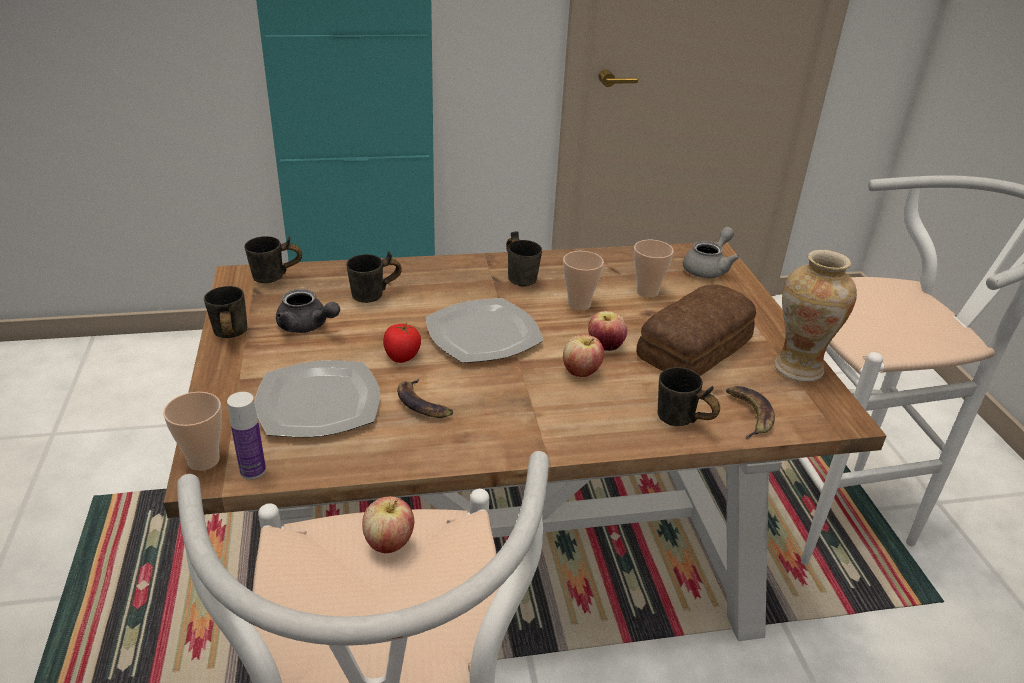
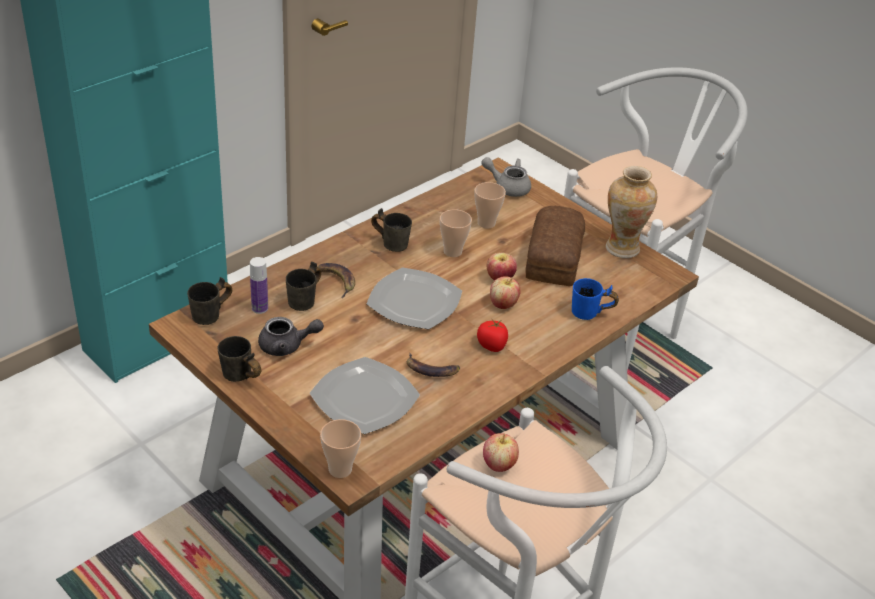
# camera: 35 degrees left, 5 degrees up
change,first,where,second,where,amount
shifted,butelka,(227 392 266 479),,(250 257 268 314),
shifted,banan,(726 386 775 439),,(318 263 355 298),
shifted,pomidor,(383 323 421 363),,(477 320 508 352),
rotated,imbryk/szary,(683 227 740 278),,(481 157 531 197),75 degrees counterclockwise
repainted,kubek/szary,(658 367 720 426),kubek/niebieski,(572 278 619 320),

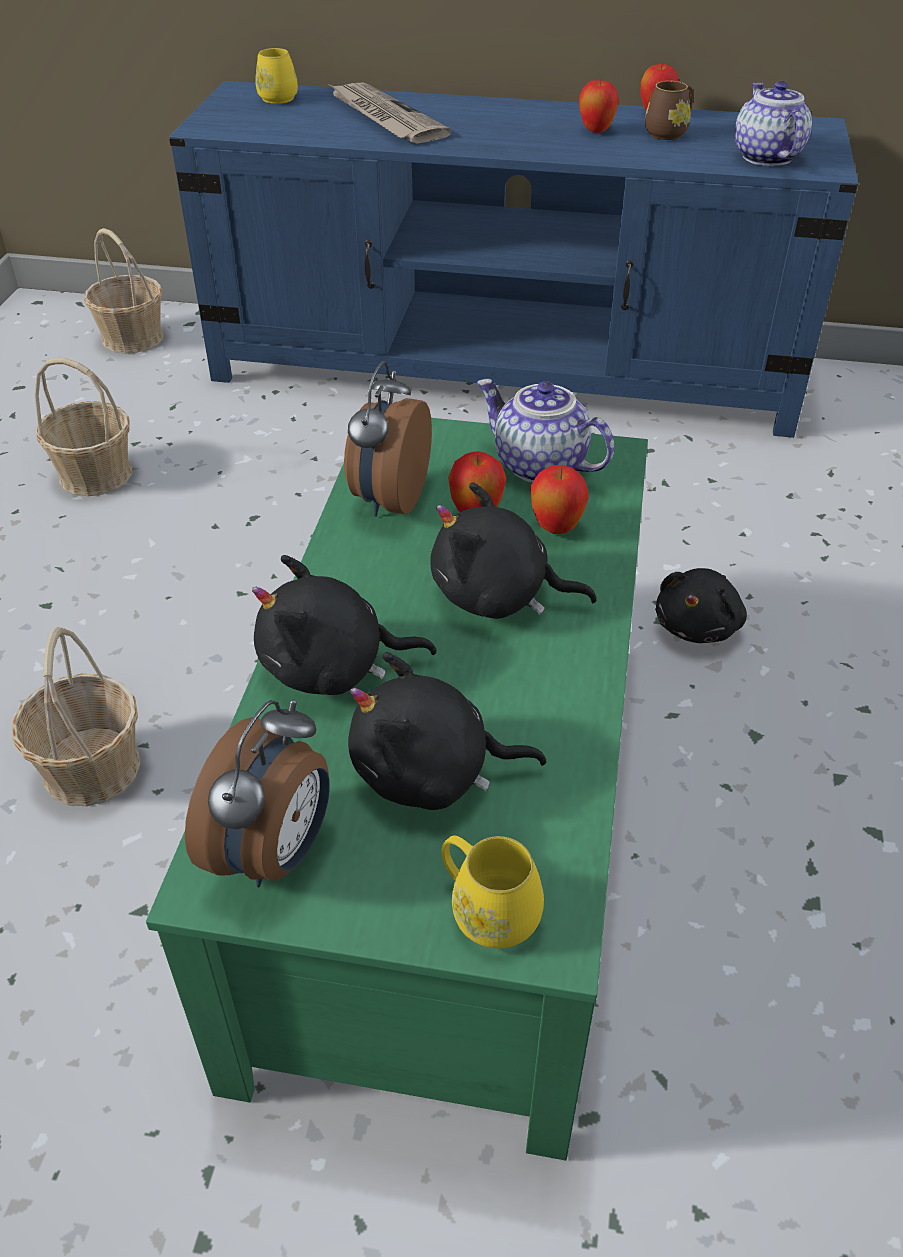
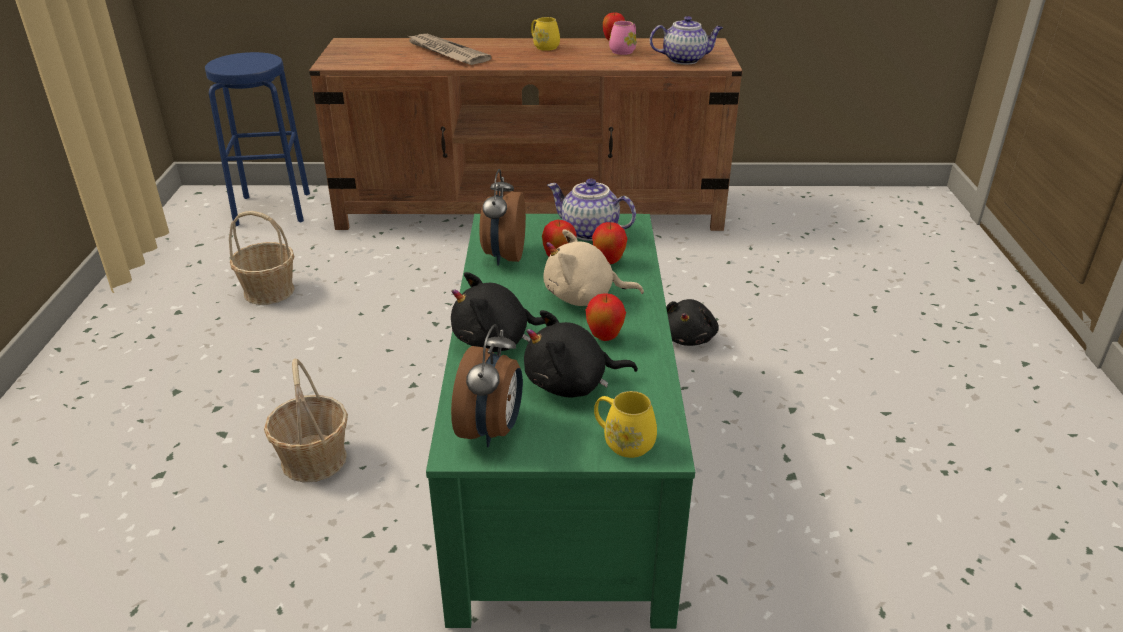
# camera: 10 degrees left, 10 degrees down
change,first,where,second,where,amount
swapped,koszyk,(84 228 163 353),stołek/niebieski,(205 52 310 226),
repainted,szafka pod telewizor/niebieski,(169 81 858 438),szafka pod telewizor/brązowy,(309 38 742 231),
shifted,kubek/żółty,(255 48 298 104),,(531 17 560 51),
repainted,pluszak/czarny,(430 482 597 619),pluszak/beżowy,(543 229 644 306),
shifted,jabłko,(579 80 619 133),,(585 294 626 341),
repainted,kubek/brązowy,(645 81 693 140),kubek/różowy,(609 21 637 55),
rotated,imbryk,(735 81 812 166),,(650 16 723 65),105 degrees clockwise

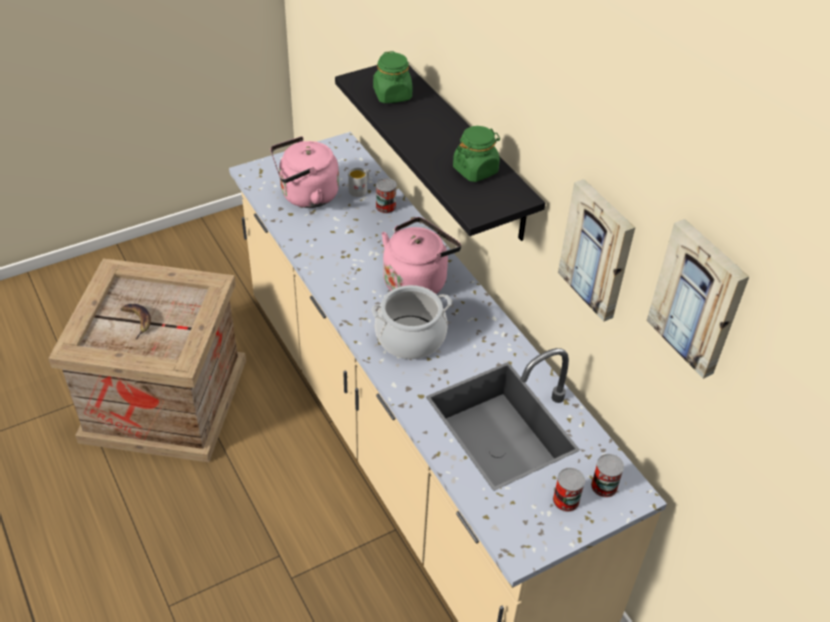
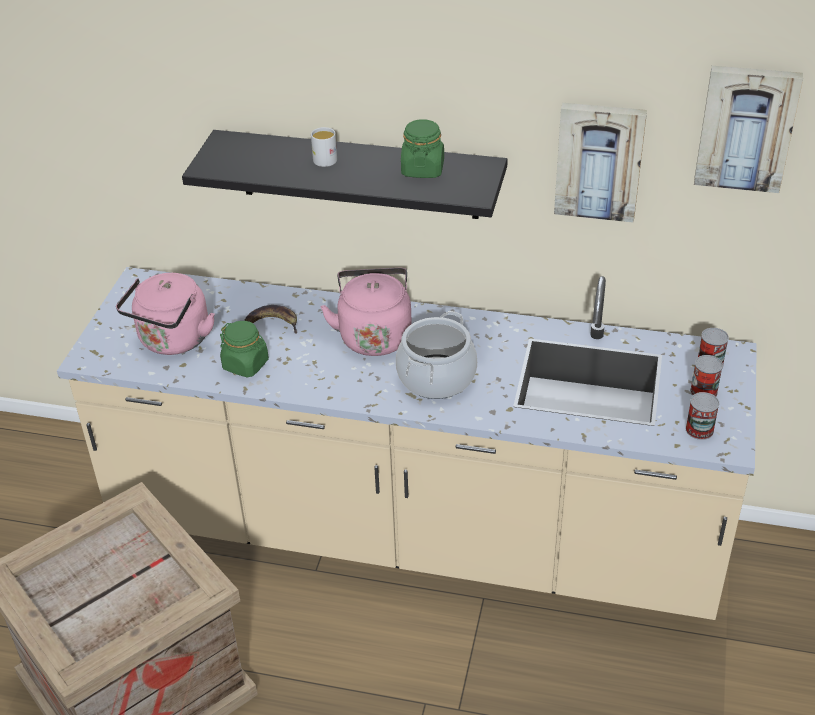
# camera: 45 degrees left, 5 degrees down
change,first,where,second,where,amount
shifted,słoik/zielony,(373 51 412 103),,(220 321 269 377),
shifted,banan,(121 304 151 340),,(244 305 297 334),
shifted,kubek/biały,(348 168 369 197),,(311 127 337 167),
shifted,puszka,(376 178 397 214),,(686 392 719 440),

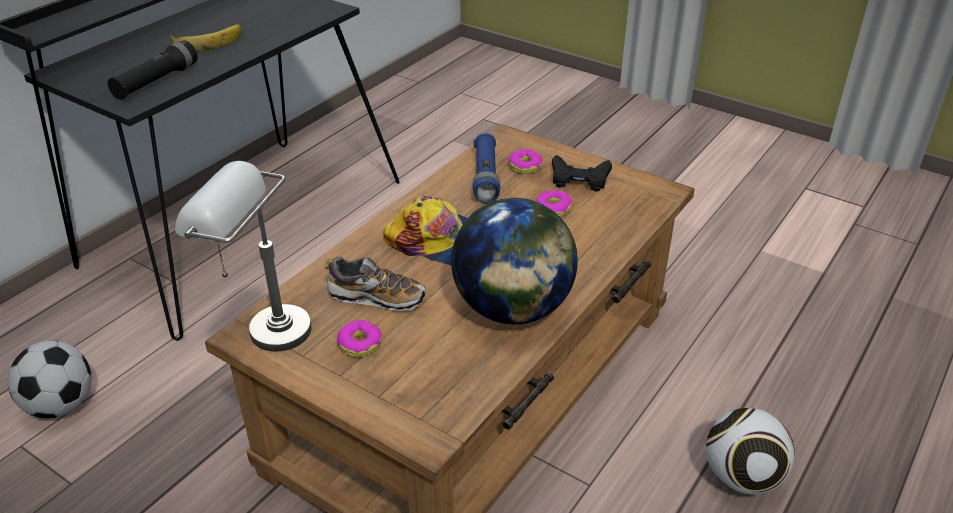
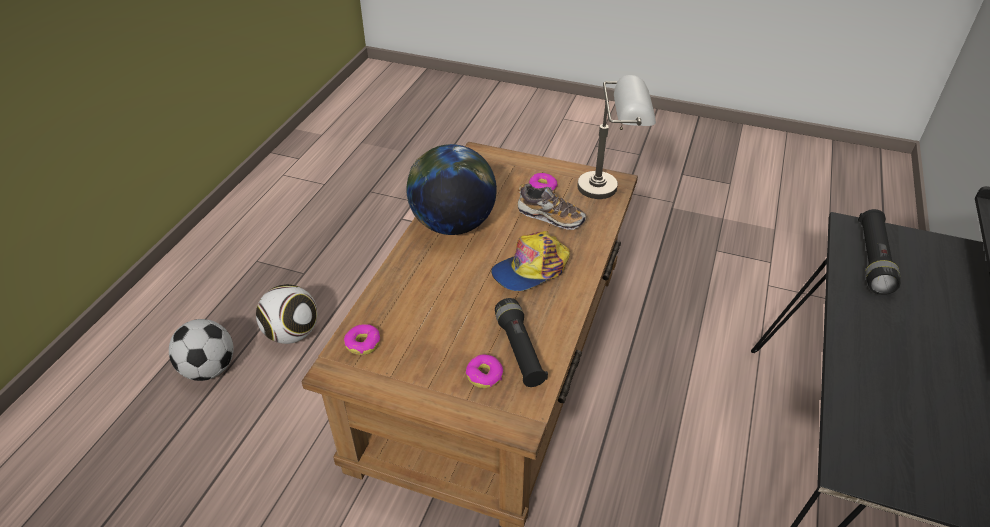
# camera: 165 degrees right, 5 degrees up
change,first,where,second,where,amount
shifted,piłka futbolowa,(8 340 92 418),,(169 319 234 381),
shifted,donut,(536 191 572 217),,(344 324 380 355),
rotated,czapka z daszkiem,(383 196 468 265),,(491 231 570 291),45 degrees counterclockwise
repainted,latarka/niebieski,(473 133 501 203),latarka/czarny,(495 298 548 387),
rotated,but,(325 256 426 311),,(518 184 586 230),150 degrees counterclockwise
gone,banan,(170 24 241 52),,,
gone,pad do gier/czarny,(552 155 612 192),,,

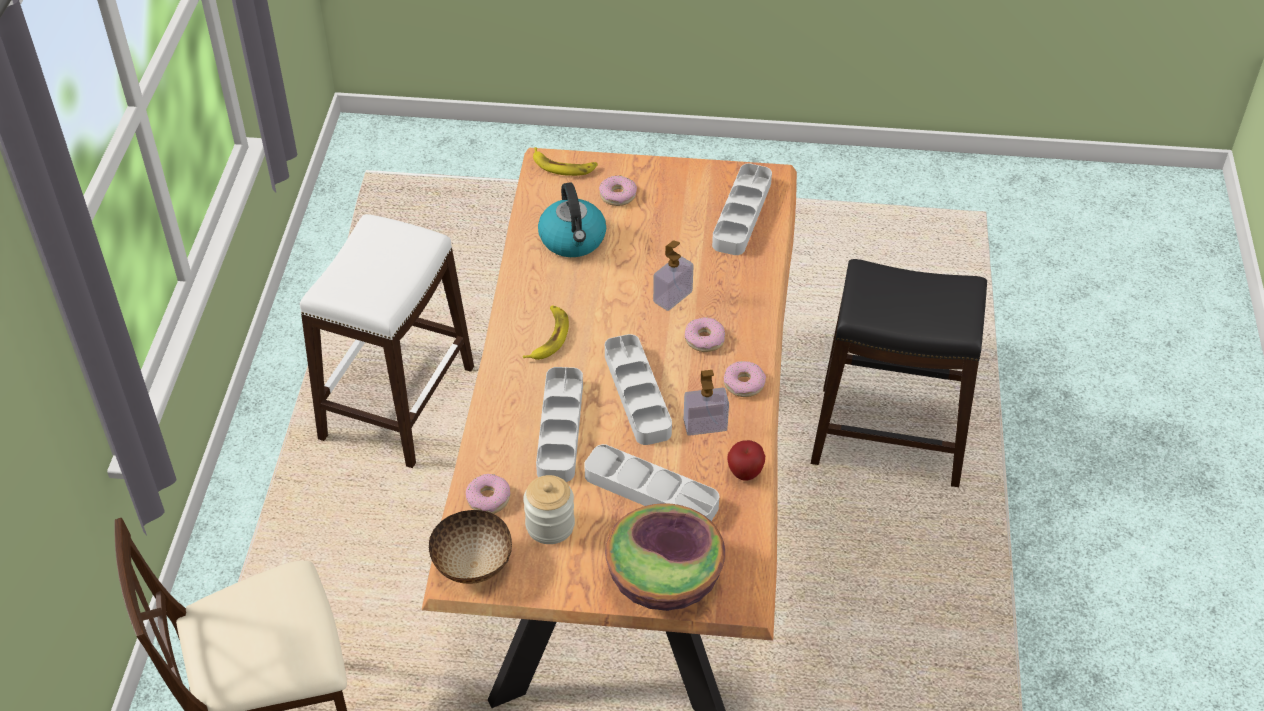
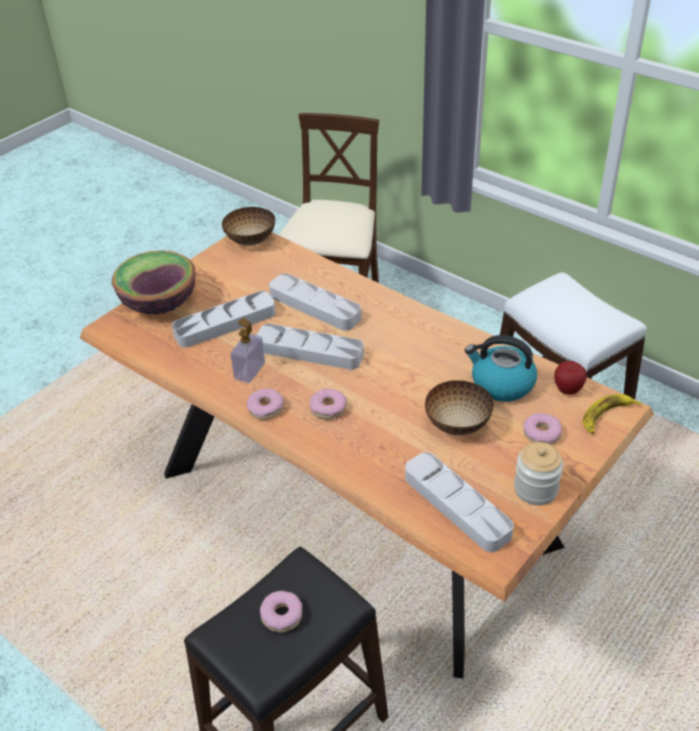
# camera: 125 degrees right, 5 degrees down
change,first,where,second,where,amount
shifted,donut,(466 474 510 514),,(260 591 302 632),
new,,,miska,(425 380 494 435),
shifted,słoik,(523 475 575 544),,(514 442 563 505),
shifted,jabłko,(727 440 765 480),,(554 361 587 395),
gone,banan,(523 305 569 360),,,
gone,dozownik mydła,(653 240 694 311),,,

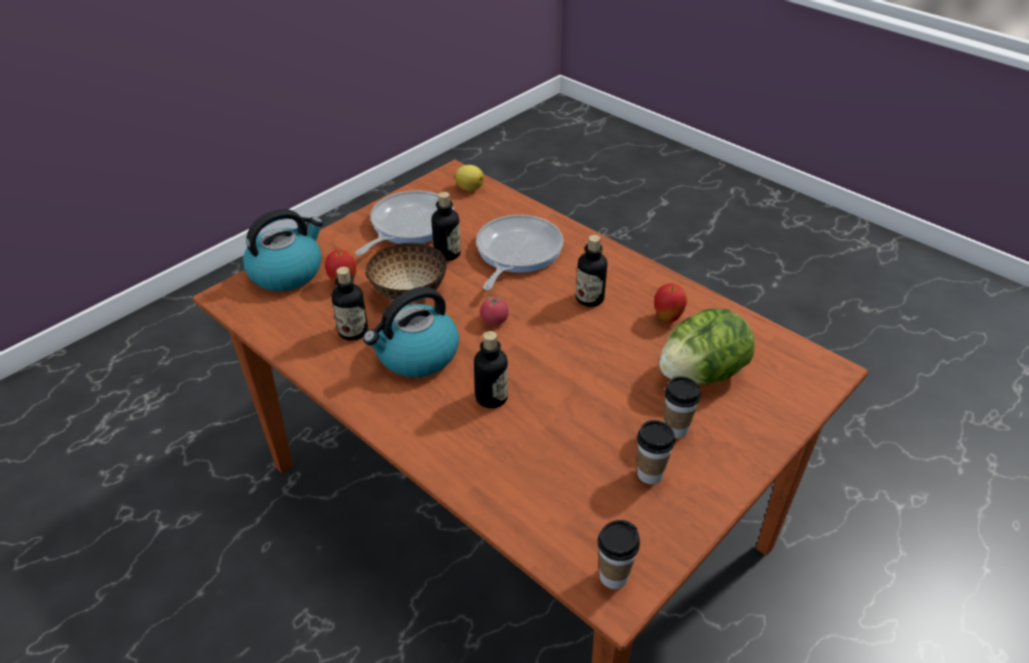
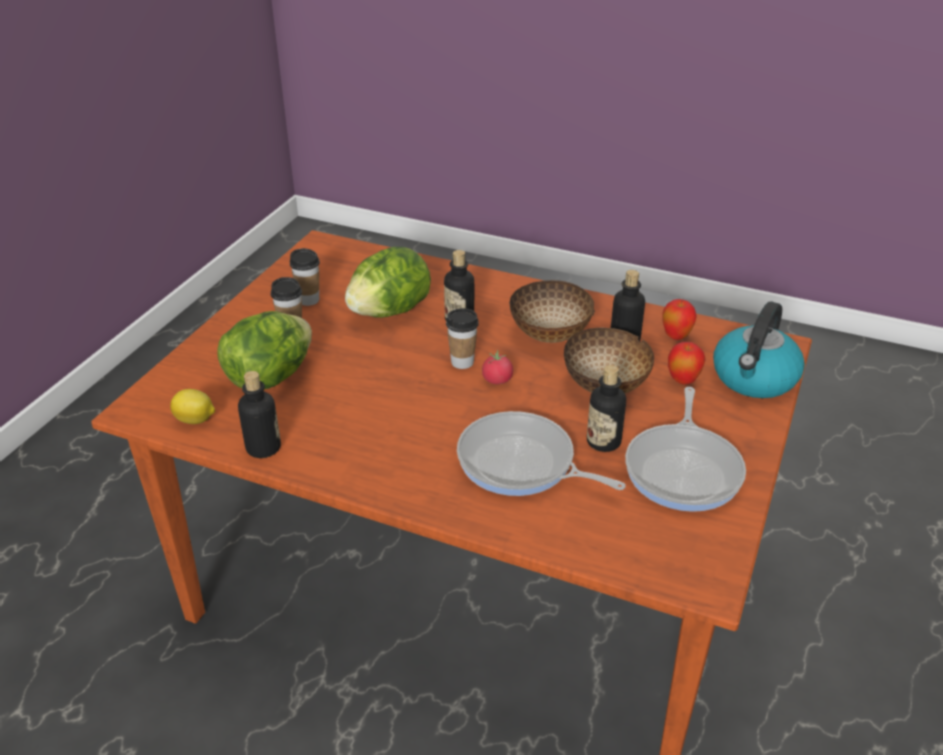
# camera: 160 degrees right, 5 degrees down
change,first,where,second,where,amount
shifted,cytryna,(455 165 484 191),,(170 389 216 424),
shifted,butelka,(576 235 607 307),,(238 371 281 458),
new,,,sałata,(345 247 431 318),
shifted,filiżanka,(598 520 640 589),,(446 308 479 369),
rotated,patelnia,(476 215 563 290),,(457 411 626 496),120 degrees clockwise
swapped,czajnik,(363 287 459 377),miska,(509 280 595 343),
shifted,jabłko,(654 284 687 323),,(663 299 697 340),

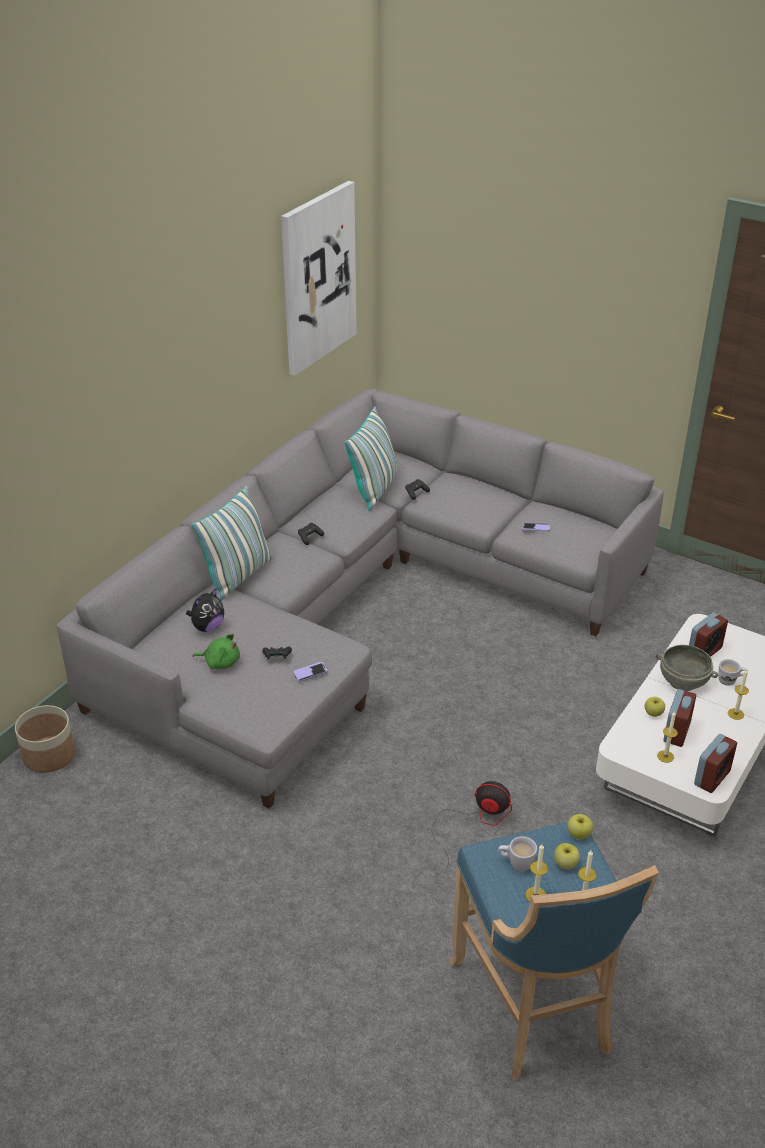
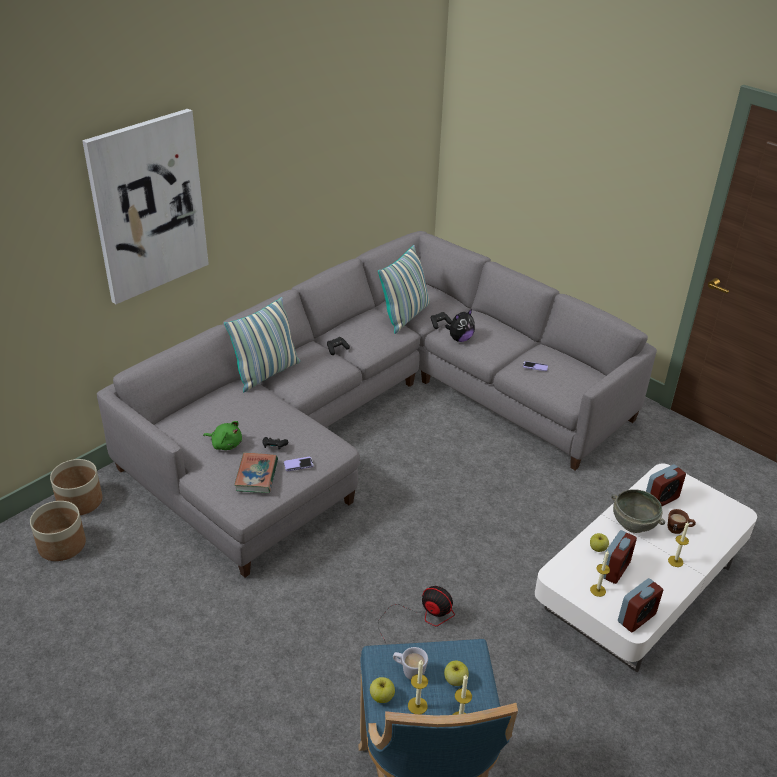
# camera: 10 degrees right, 0 degrees up
change,first,where,second,where,amount
new,,,donica,(30 501 86 561),
shifted,obraz,(281 181 357 376),,(82 109 209 304),
new,,,książka,(234 453 278 493),
shifted,jabłko,(567 814 593 839),,(370 677 395 703),
shifted,pluszak,(186 588 224 632),,(445 309 475 342),
repainted,kubek/biały,(718 659 748 686),kubek/brązowy,(668 509 696 534),

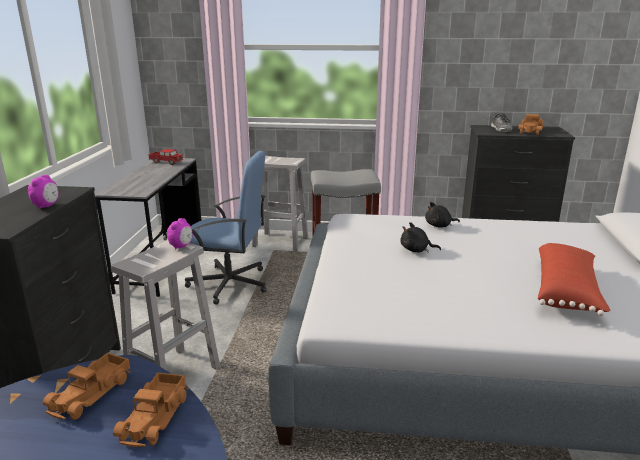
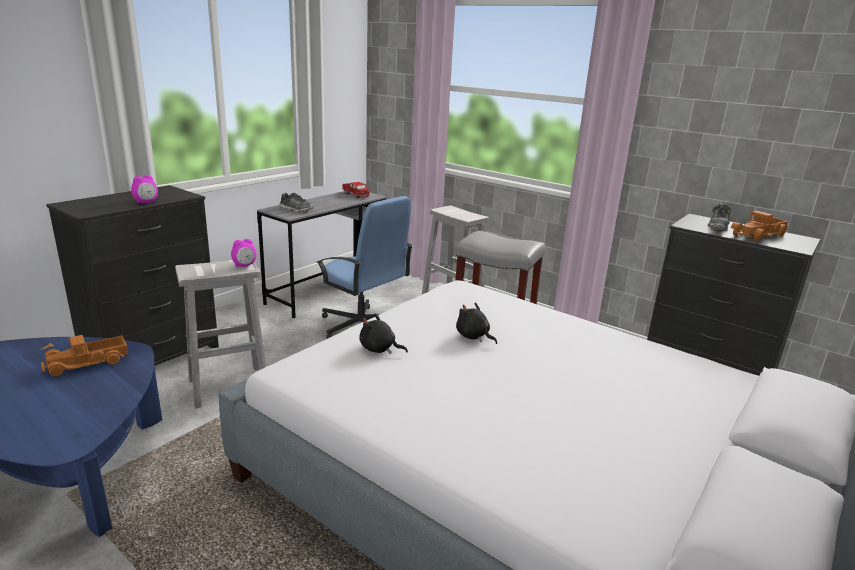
# camera: 30 degrees right, 0 degrees up
change,first,where,second,where,amount
new,,,but,(280 193 314 212),
shifted,pluszak/czarny,(425 202 460 228),,(359 313 408 354),
gone,ciężarówka zabawkowa,(113 372 189 447),,,
gone,poduszka/czerwony,(538 243 611 316),,,

